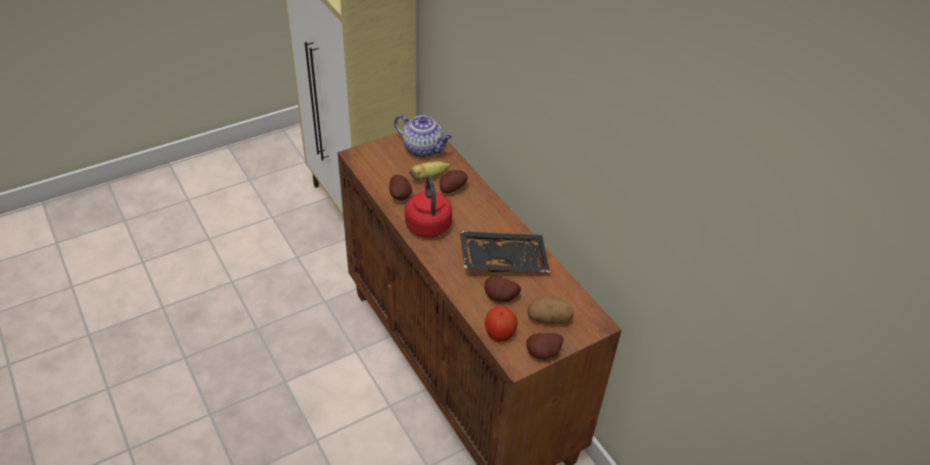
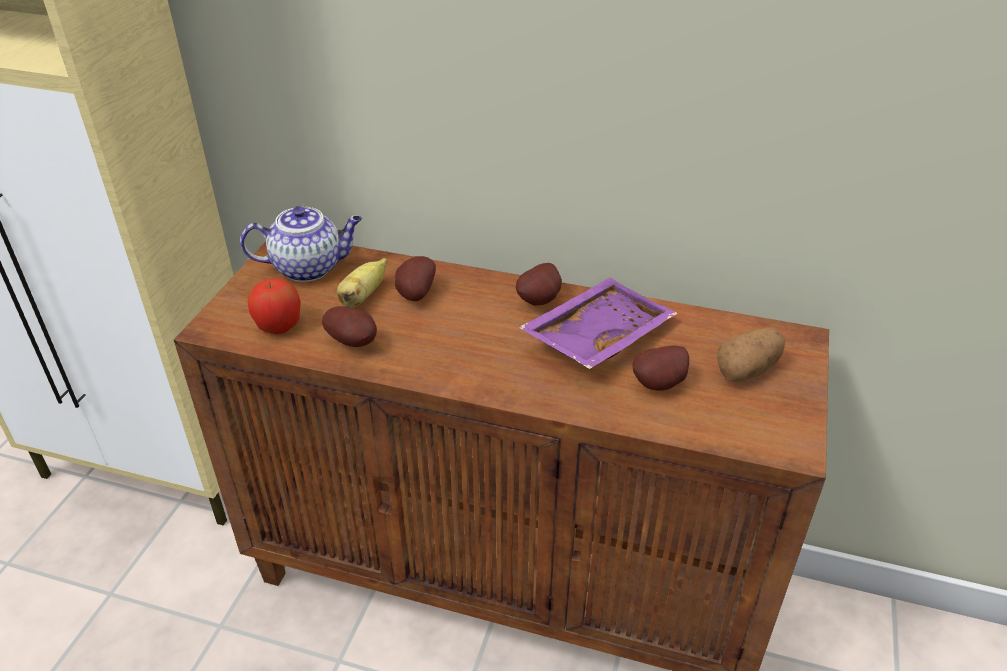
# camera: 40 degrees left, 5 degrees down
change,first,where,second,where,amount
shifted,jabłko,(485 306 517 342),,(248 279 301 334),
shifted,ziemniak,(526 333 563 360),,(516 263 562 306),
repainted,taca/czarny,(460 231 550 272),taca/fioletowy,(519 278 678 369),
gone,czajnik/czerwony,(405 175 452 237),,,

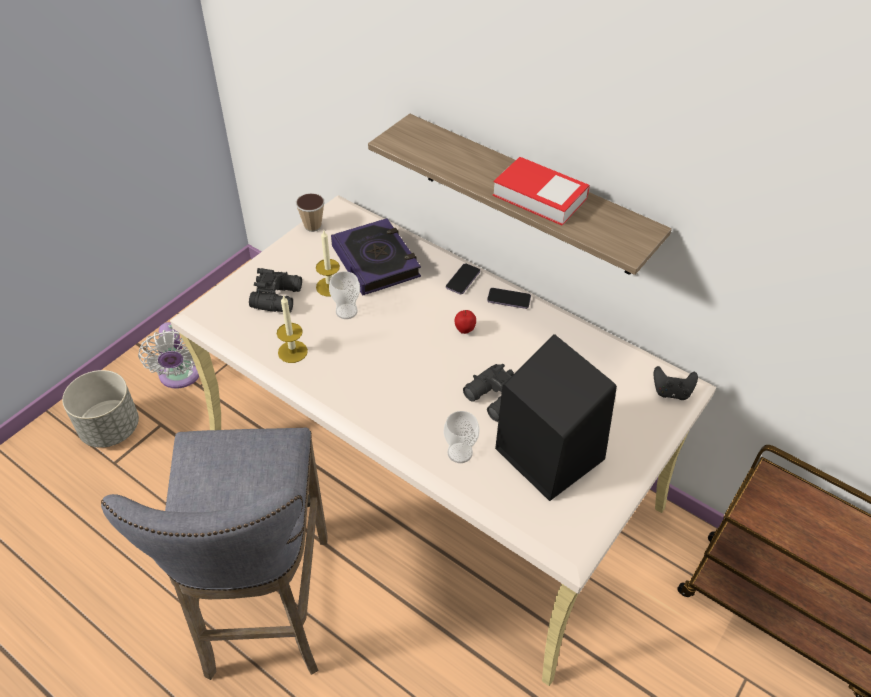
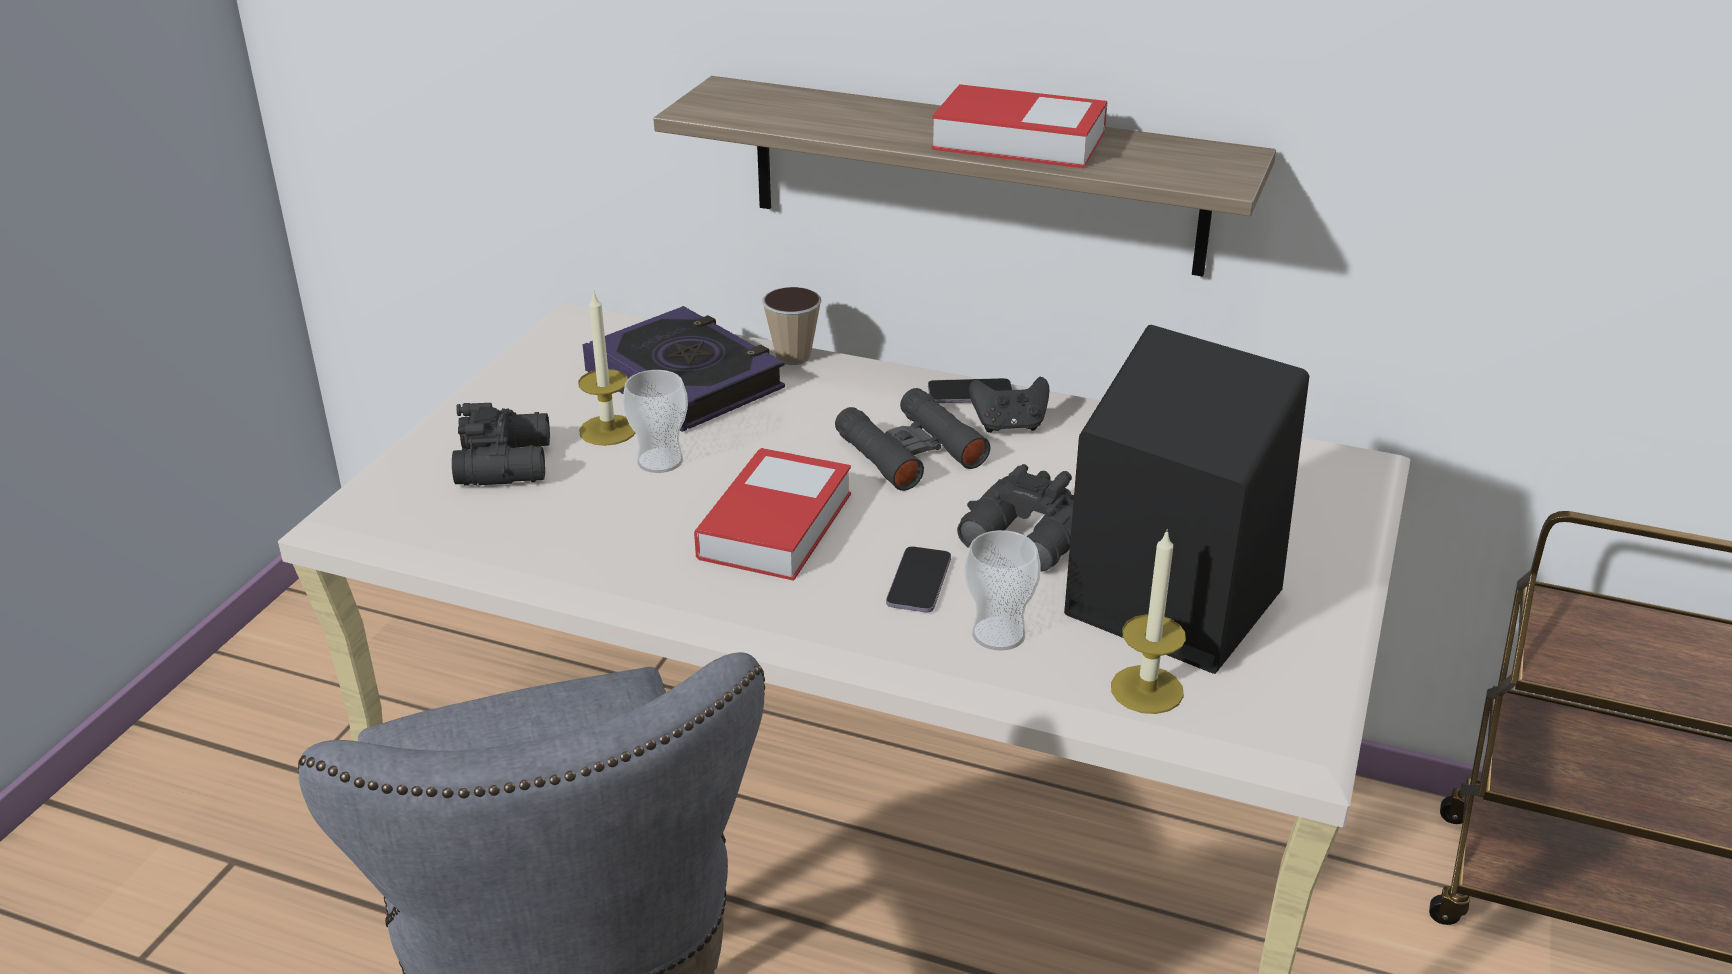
# camera: 15 degrees left, 15 degrees down
change,first,where,second,where,amount
new,,,książka,(694 448 851 581),
shifted,filiżanka,(296 193 325 232),,(762 287 821 365),
swapped,jabłko,(454 310 476 334),lornetka/czarny,(835 388 990 491),
shifted,telefon,(446 263 480 294),,(886 546 951 613),
shifted,pad do gier/czarny,(654 366 698 400),,(969 377 1049 433),
shifted,świeca,(277 295 308 363),,(1111 529 1186 714),
gone,donica/szary,(62 370 139 448),,,
gone,wentylator/biały,(138 322 199 389),,,

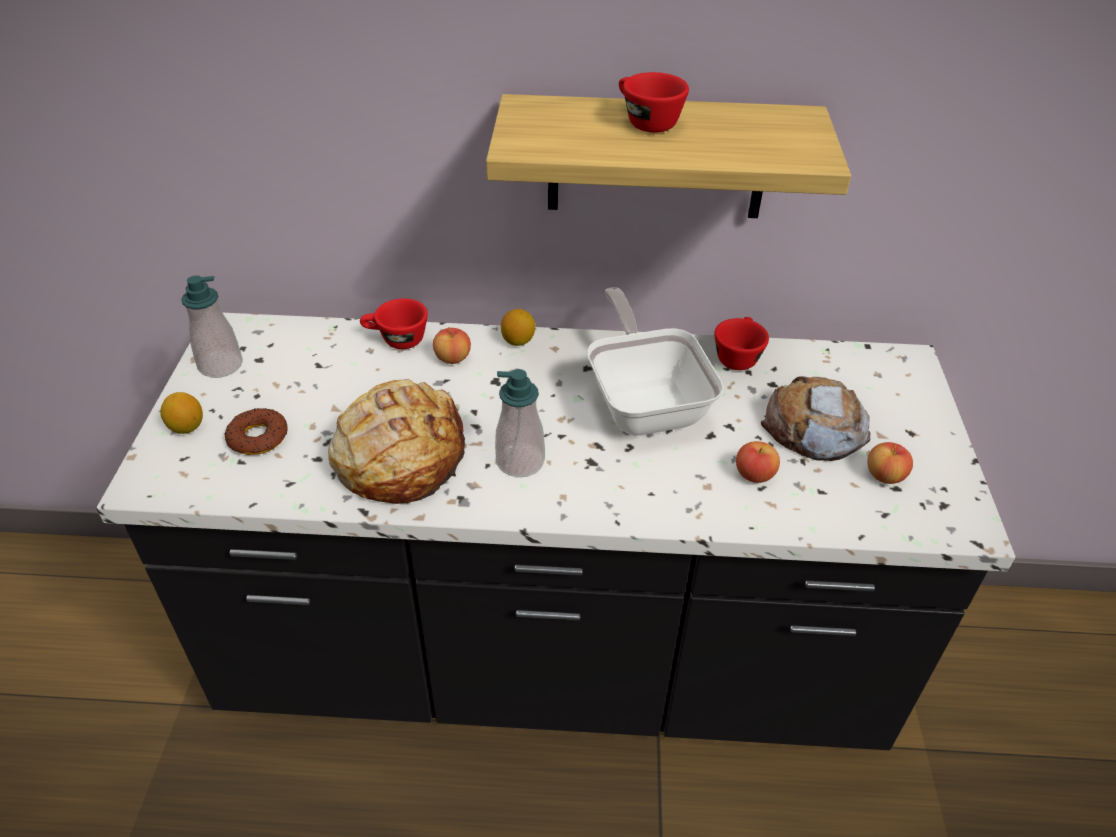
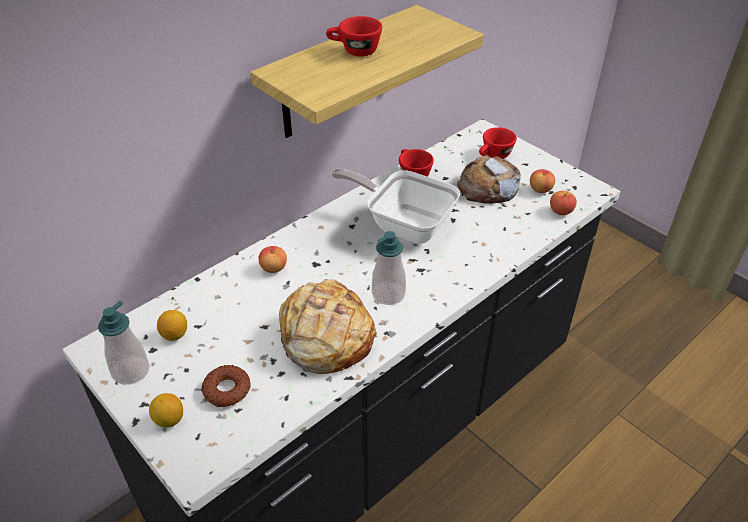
# camera: 45 degrees left, 0 degrees up
change,first,where,second,where,amount
shifted,cytryna,(501 309 535 346),,(157 310 187 341),
shifted,filiżanka/czerwony,(360 298 428 349),,(479 127 517 159),
shifted,jabłko,(736 441 780 483),,(550 191 577 215),

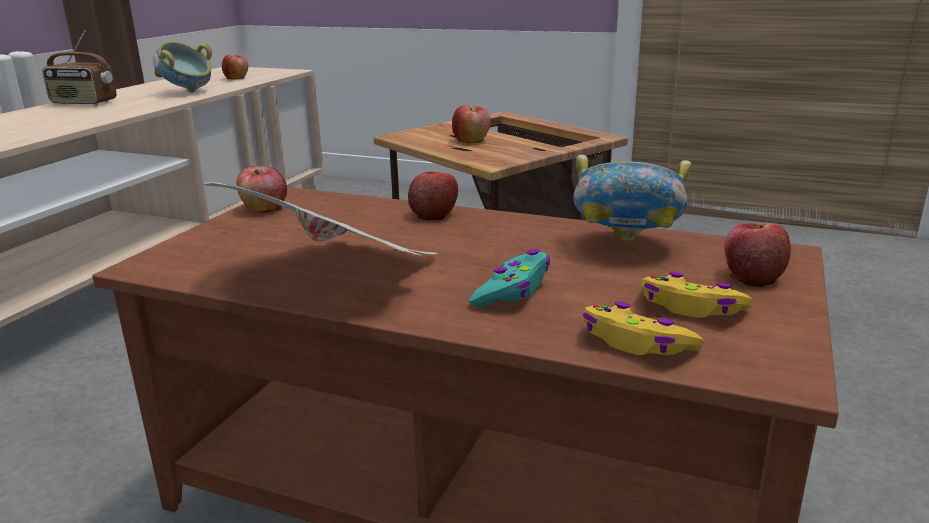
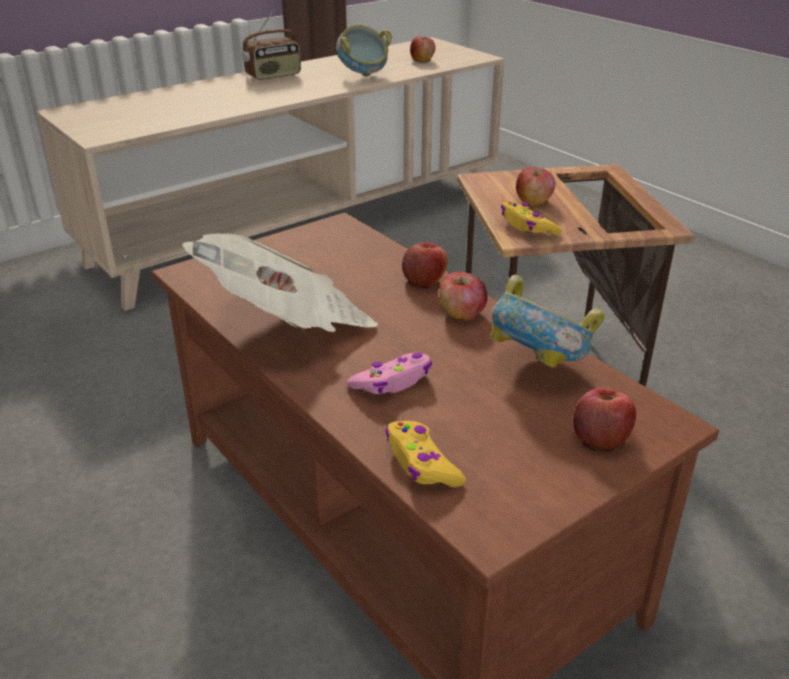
# camera: 30 degrees right, 10 degrees up
change,first,where,second,where,amount
rotated,radio,(42 30 116 105),,(242 10 301 80),75 degrees counterclockwise
repainted,pad do gier/turkusowy,(469 249 550 307),pad do gier/różowy,(347 352 432 394),
shifted,jabłko,(237 166 287 213),,(439 271 488 321),
shifted,pad do gier/żółty,(641 272 753 318),,(501 202 562 235),

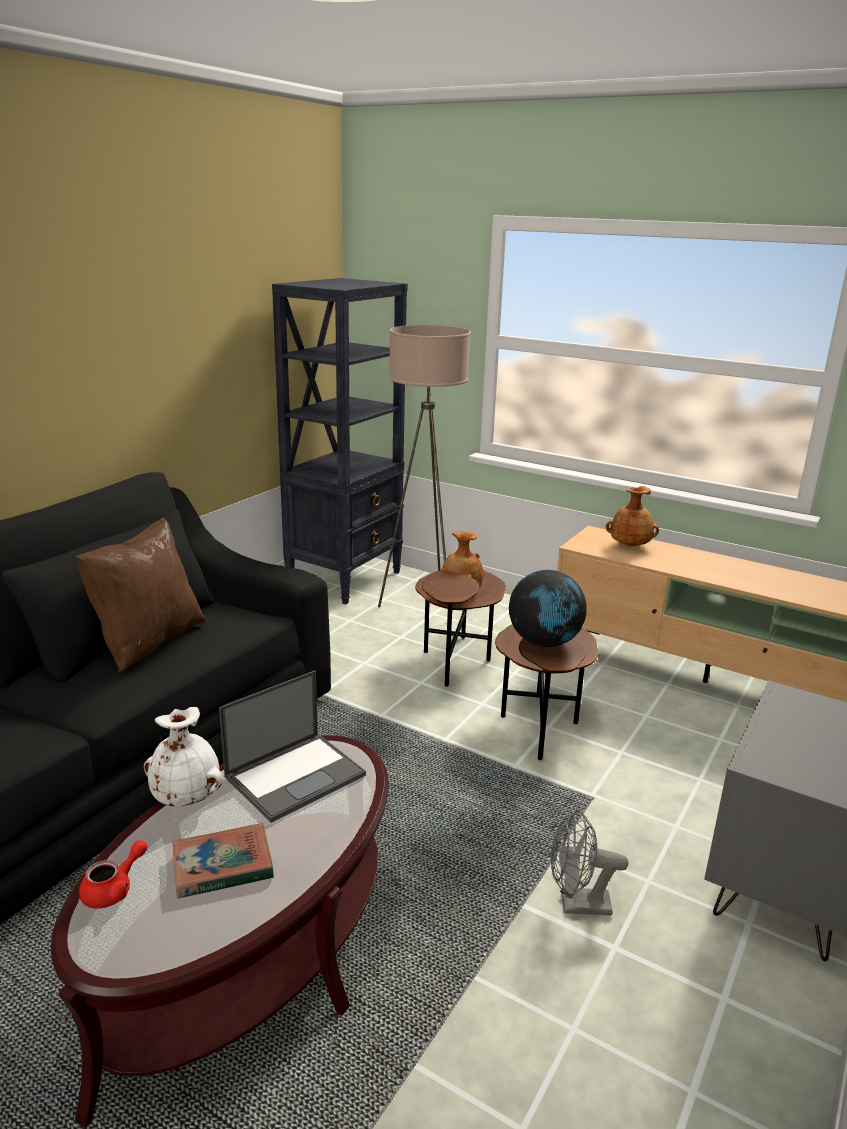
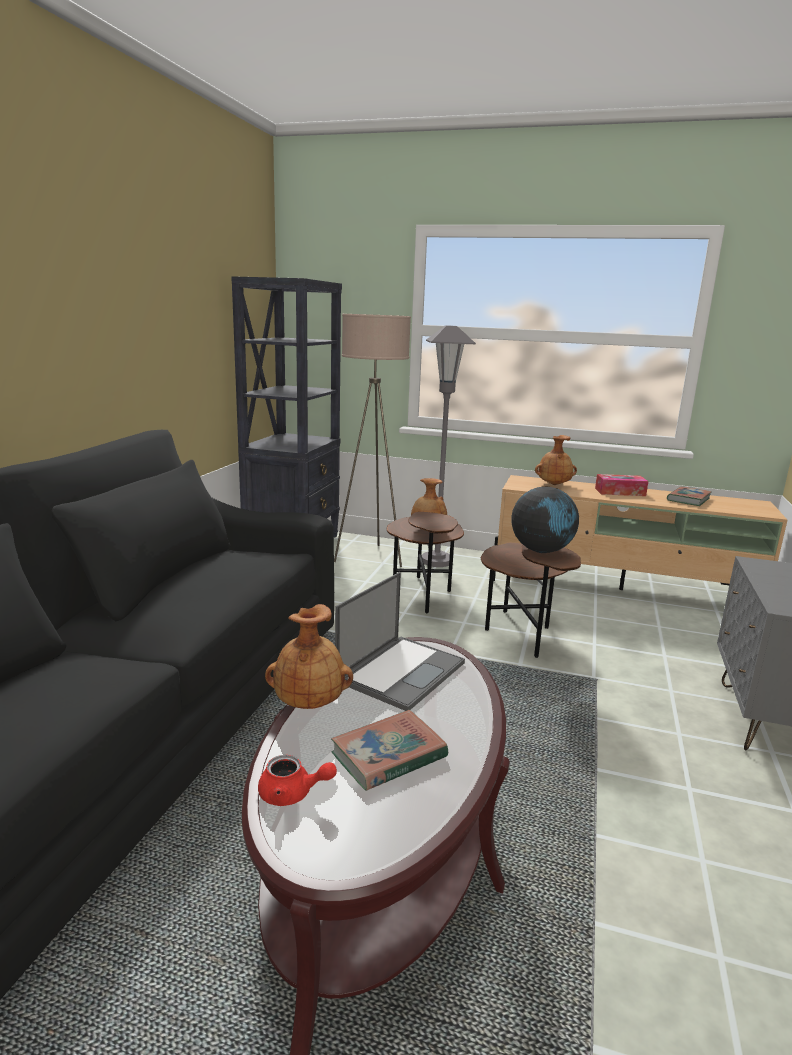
# camera: 15 degrees left, 5 degrees down
change,first,where,second,where,amount
rotated,imbryk/czerwony,(79 840 147 909),,(258 755 337 806),75 degrees clockwise
repainted,wazon/biały,(144 707 223 807),wazon/brązowy,(265 604 353 709),
new,,,lampa stojąca/szary,(422 325 476 567),
new,,,pudełko chusteczek,(595 474 648 496),
new,,,książka,(667 486 712 506),
gone,poduszka/brązowy,(76 519 205 673),,,
gone,wentylator/szary,(551 810 628 916),,,

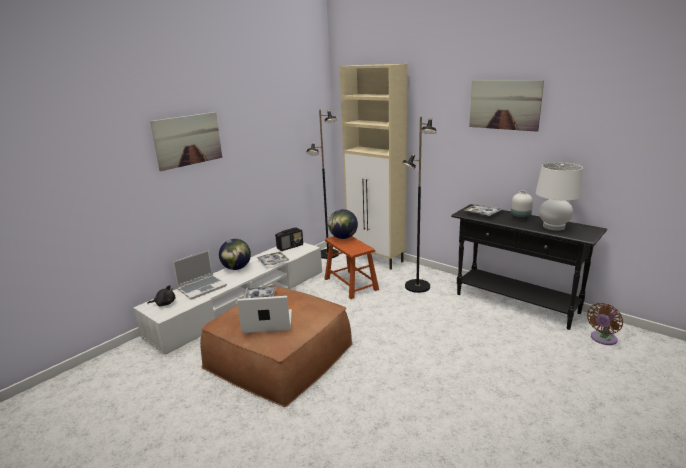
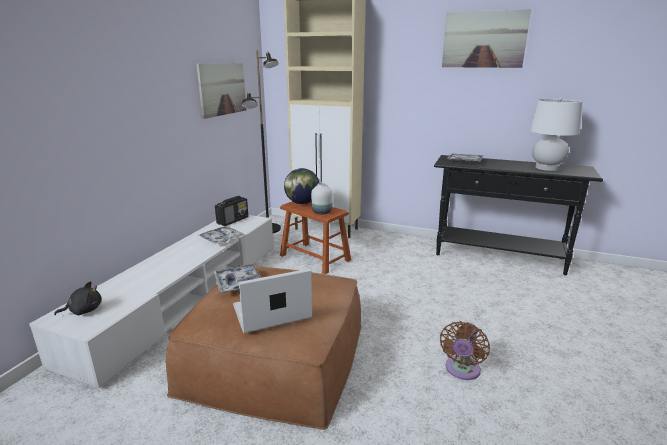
# camera: 20 degrees left, 0 degrees up
change,first,where,second,where,amount
shifted,obraz,(150 112 222 171),,(196 63 246 119),
shifted,wazon/biały,(511 191 533 220),,(311 183 333 214),
shifted,wentylator/brązowy,(587 303 623 345),,(440 321 490 380),
gone,laptop,(172 250 227 300),,,
gone,globus,(219 239 251 270),,,
gone,lampa stojąca/czarny,(402 117 437 293),,,

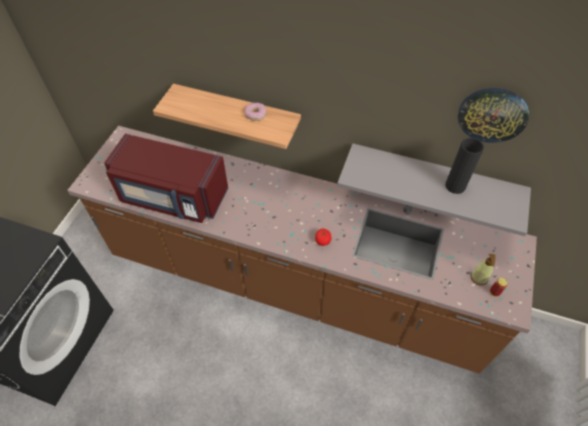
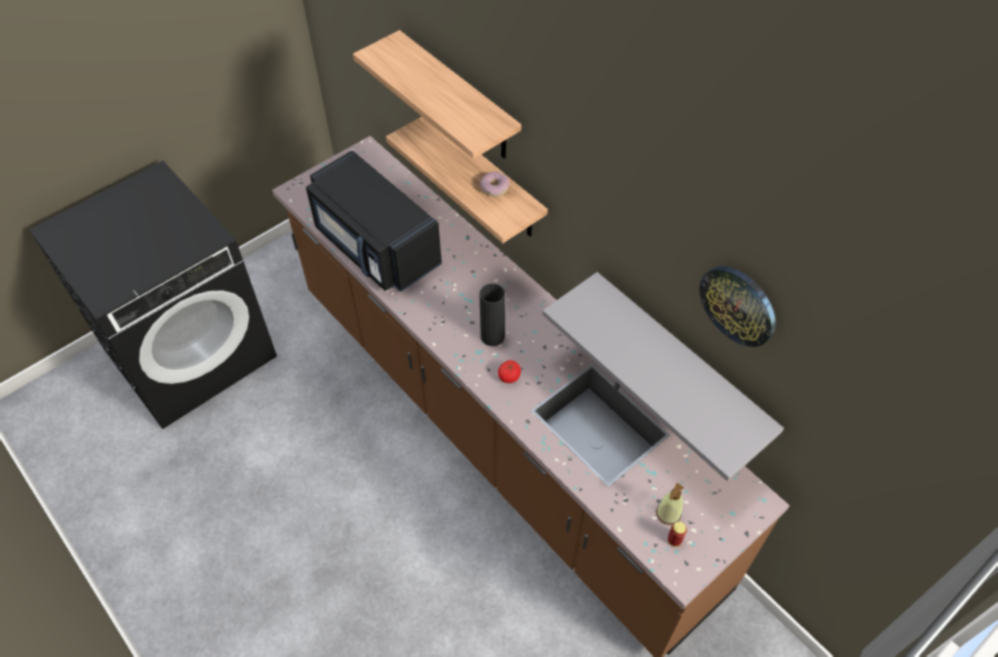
# camera: 30 degrees right, 0 degrees up
change,first,where,second,where,amount
repainted,mikrofalówka/czerwony,(104 134 228 223),mikrofalówka/czarny,(306 150 442 292),
new,,,półka,(353 30 521 159),
shifted,wazon/czarny,(445 138 484 194),,(479 283 505 346),

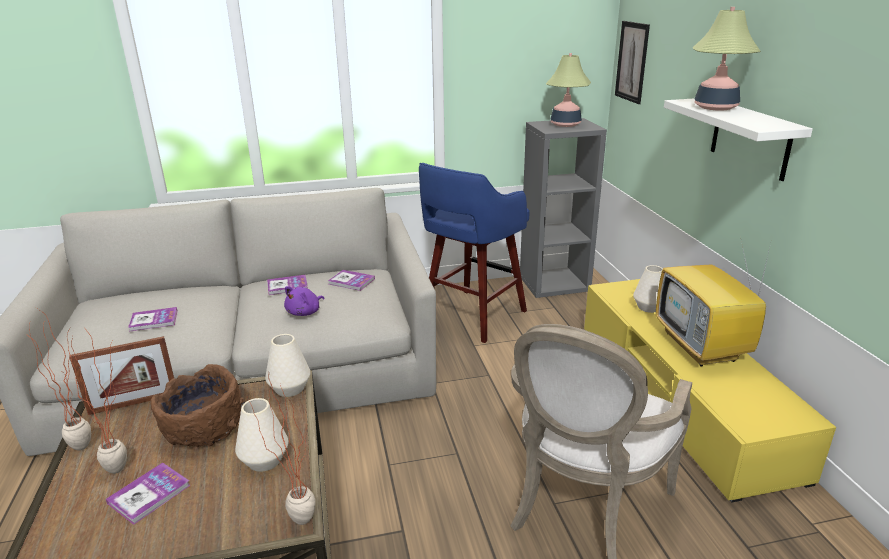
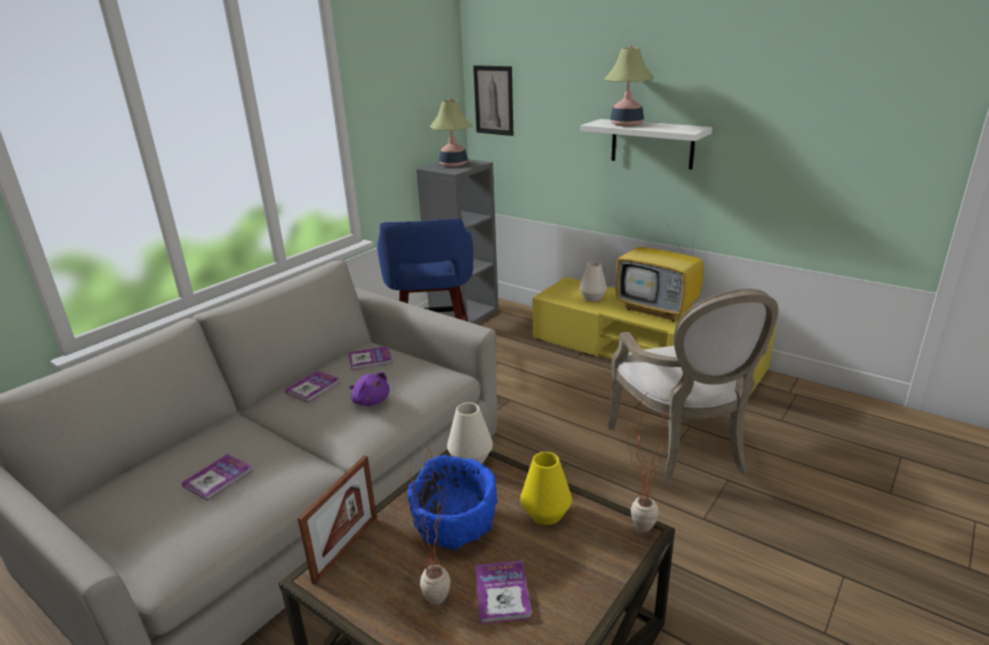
# camera: 40 degrees left, 0 degrees up
change,first,where,second,where,amount
rotated,pluszak/fioletowy,(284 286 324 316),,(350 372 390 406),45 degrees counterclockwise
repainted,miska/brązowy,(150 364 245 447),miska/niebieski,(407 455 498 550),
repainted,wazon/biały,(235 398 289 472),wazon/żółty,(520 452 572 525),
gone,roślina doniczkowa,(29 309 91 451),,,

